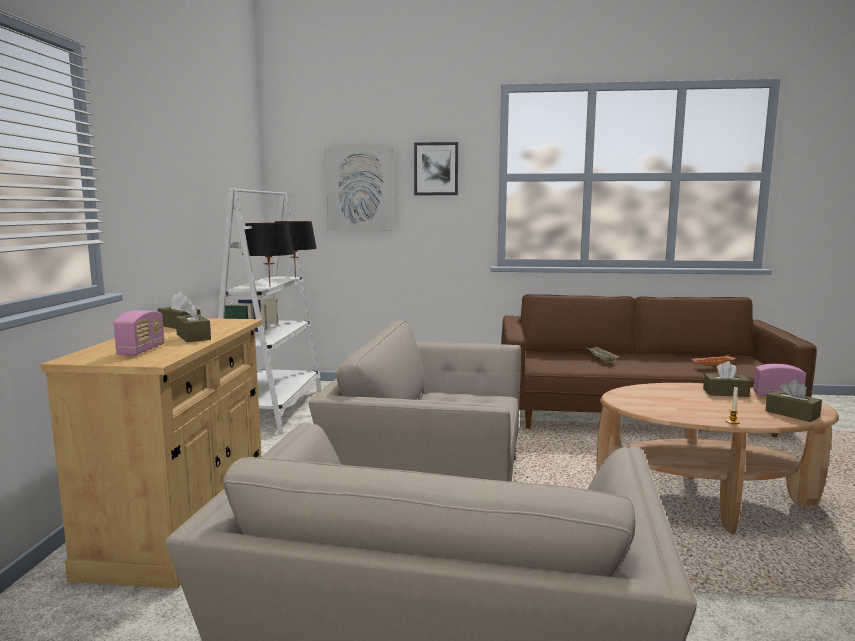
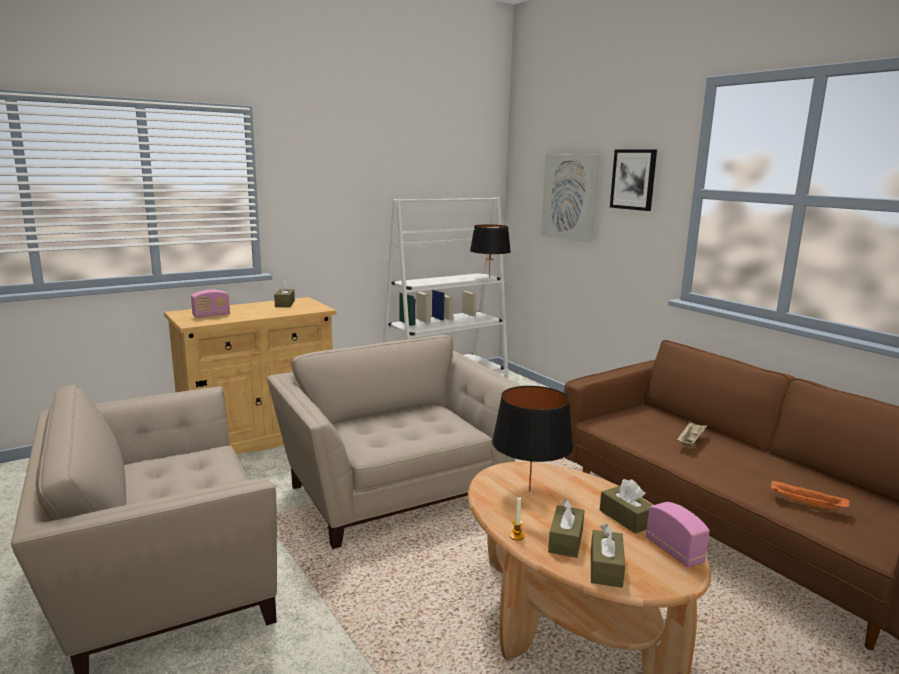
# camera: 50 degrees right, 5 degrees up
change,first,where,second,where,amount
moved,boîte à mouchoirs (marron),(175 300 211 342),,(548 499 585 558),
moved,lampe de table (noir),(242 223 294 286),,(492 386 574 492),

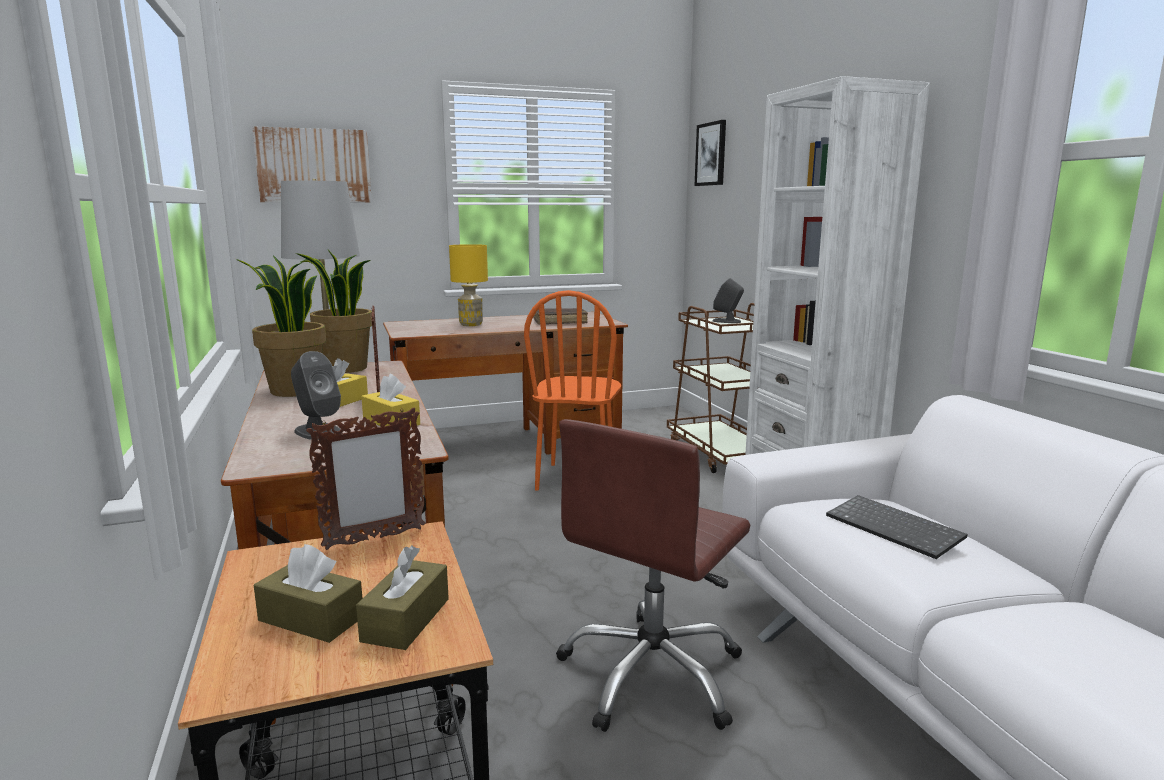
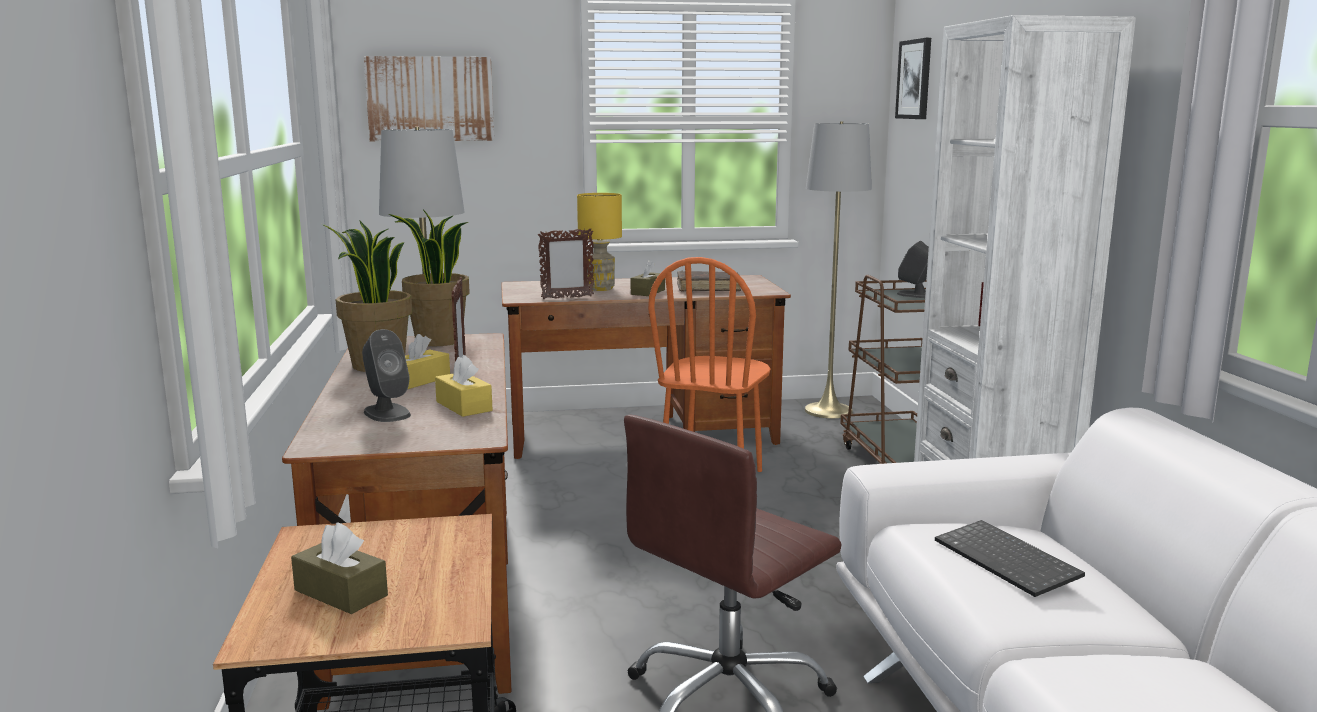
# camera: 10 degrees right, 0 degrees up
change,first,where,second,where,amount
added,,,lampadaire (gris),(805 121 872 418),
moved,cadre photo,(306 408 425 550),,(538 228 594 299),
moved,boîte à mouchoirs (marron),(356 545 449 650),,(631 260 665 296),

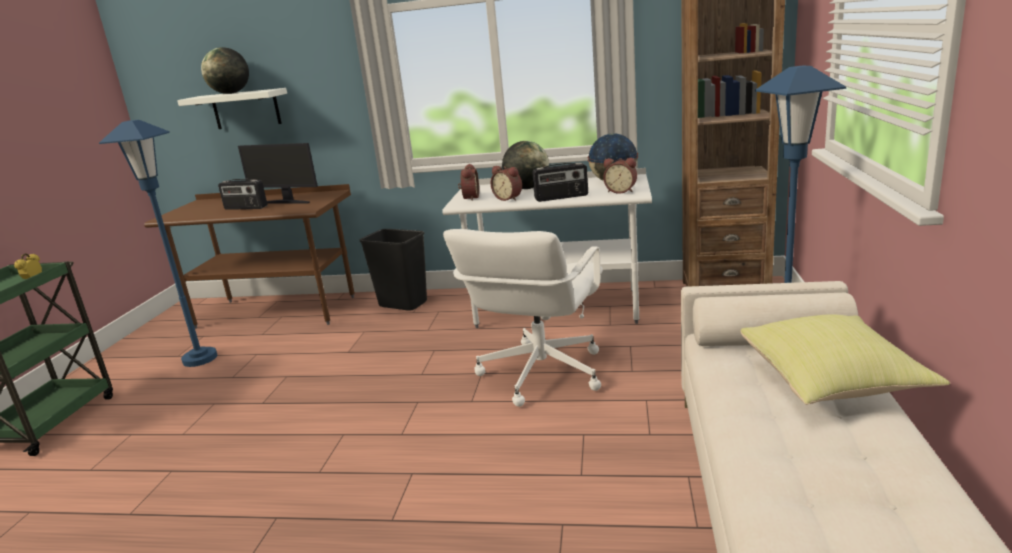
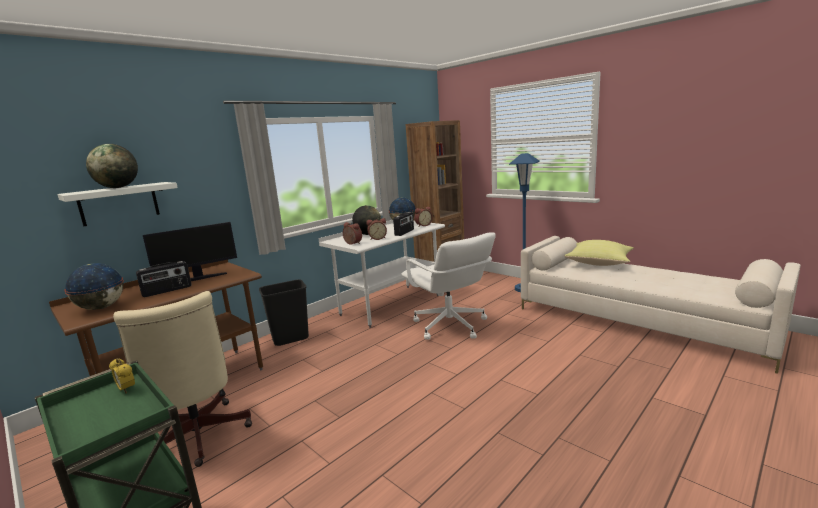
# camera: 55 degrees left, 5 degrees down
change,first,where,second,where,amount
added,,,globe,(64 263 124 310),
replaced,lampadaire (bleu),(99 120 217 367),chaise de bureau (beige),(113 291 252 467),

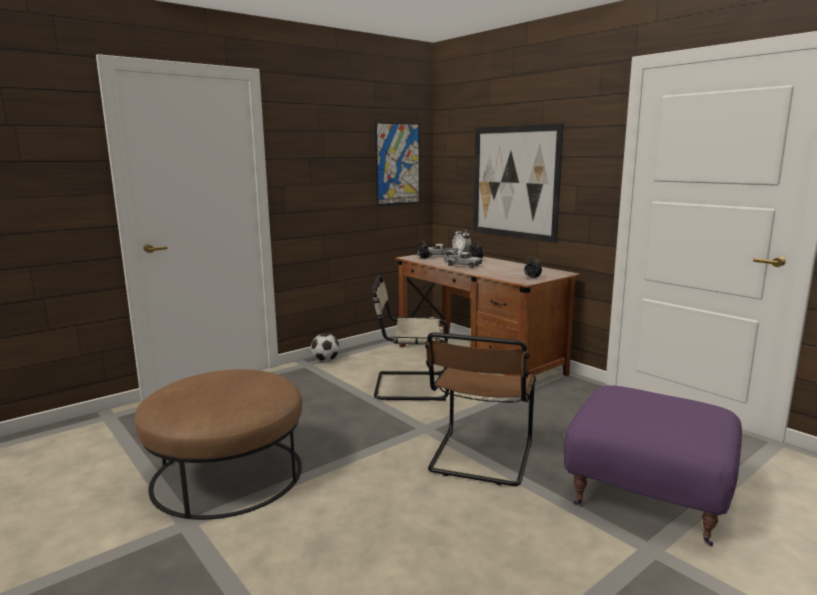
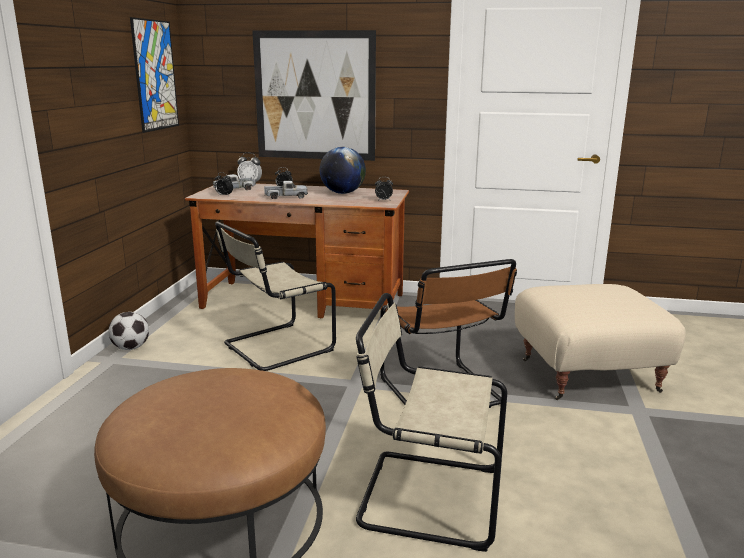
# camera: 40 degrees left, 5 degrees up
change,first,where,second,where,amount
added,,,globe,(320 147 366 194),
added,,,chaise (beige),(356 293 507 552),
recoloured,pouf (violet),(564 385 742 546),pouf (beige),(515 284 686 400),

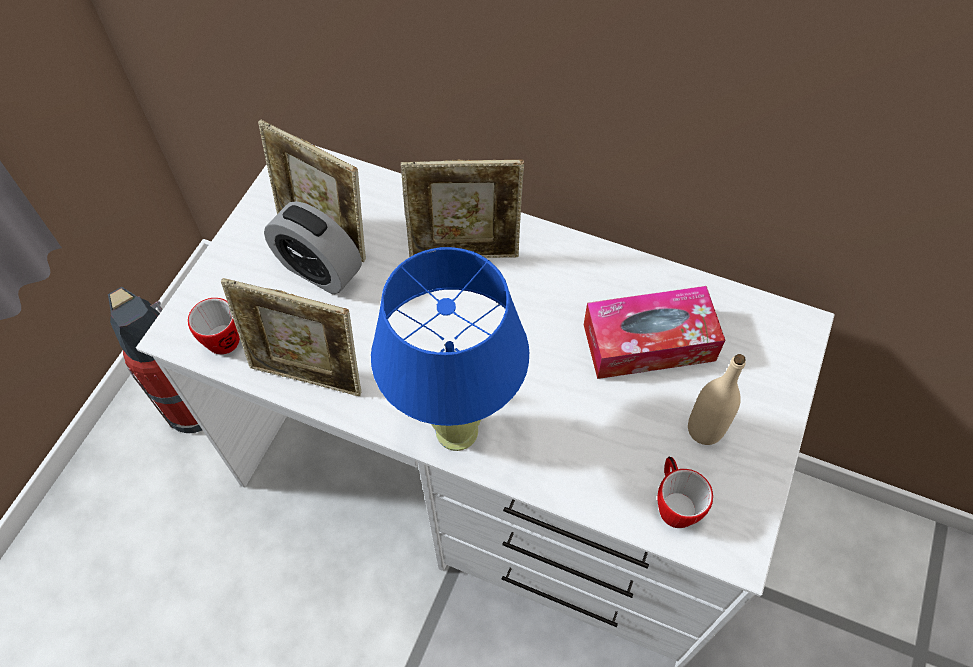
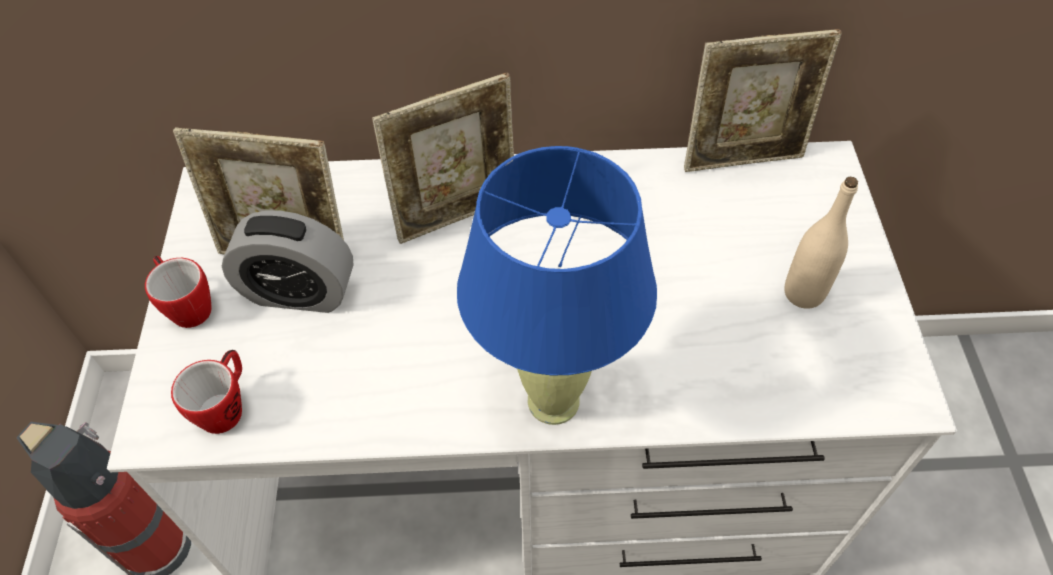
# camera: 25 degrees left, 5 degrees down
change,first,where,second,where,amount
removed,boîte à mouchoirs,(584 286 725 379),,,
moved,cadre photo,(221 278 361 396),,(684 29 842 172),
moved,mug,(657 457 713 528),,(145 256 212 328),

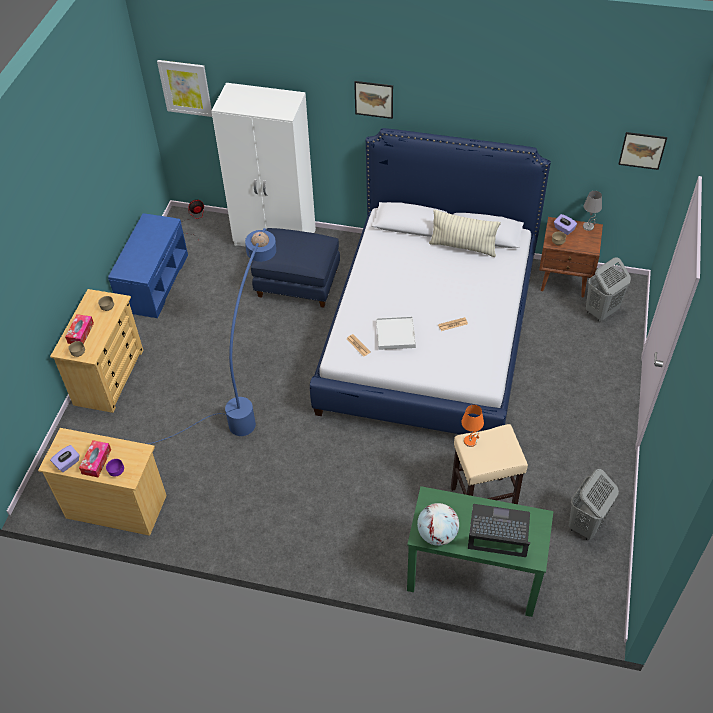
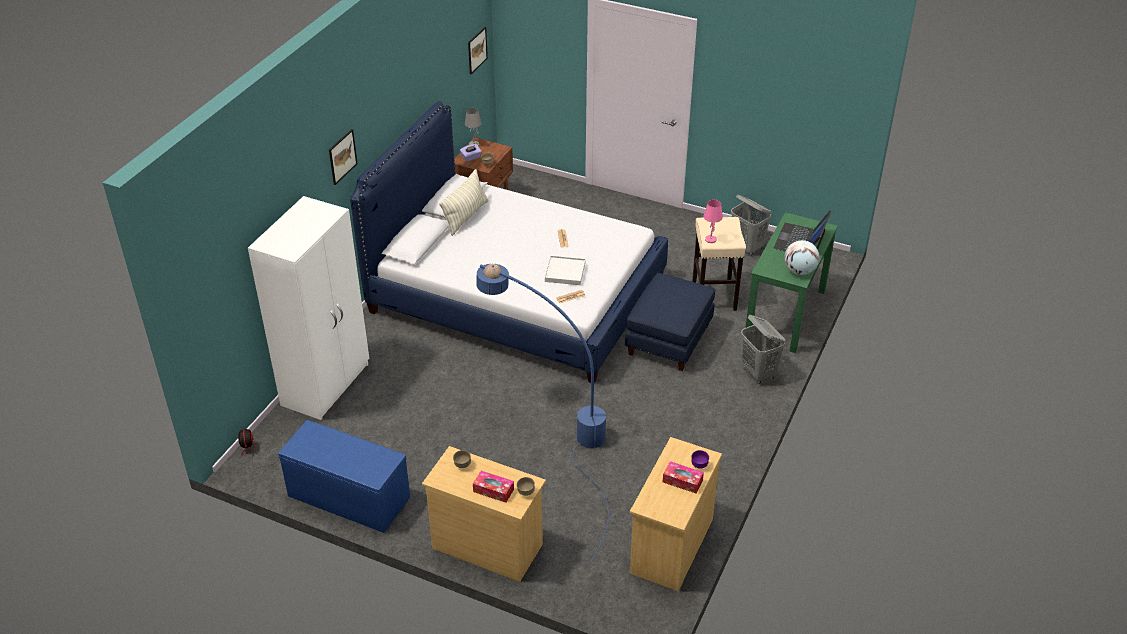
# camera: 80 degrees left, 10 degrees down
change,first,where,second,where,amount
removed,boîte à mouchoirs (violet),(50 445 80 472),,,
removed,tableau,(157 60 212 117),,,
moved,pouf (bleu),(251 228 340 308),,(625 273 715 371),
moved,panier à linge (gris),(586 257 631 322),,(741 315 785 384),
recoloured,lampe de table (orange),(461 405 484 447),lampe de table (rose),(703 199 723 243),

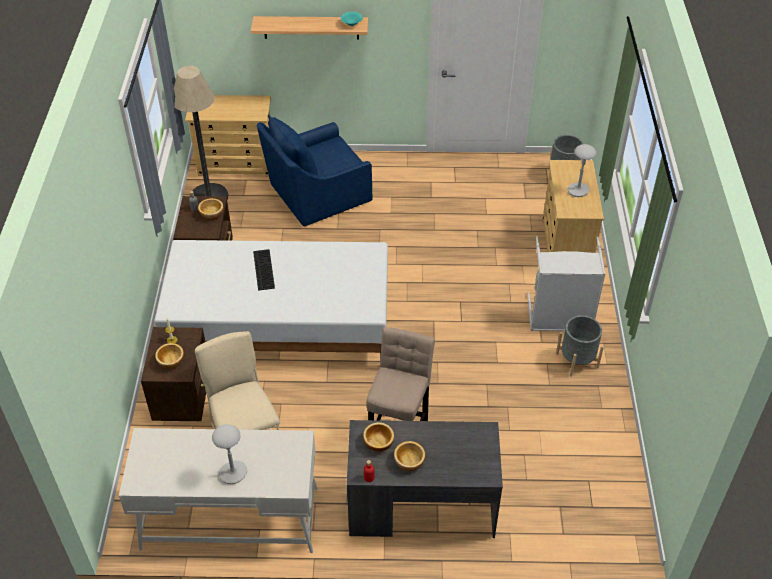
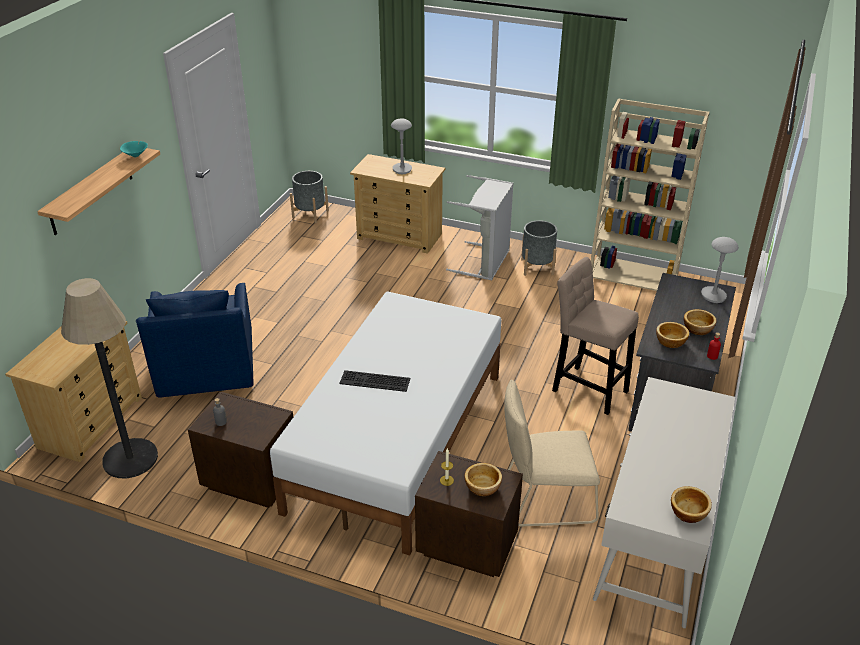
# camera: 70 degrees left, 10 degrees down
change,first,where,second,where,amount
added,,,bibliothèque (beige),(591 98 709 291),
moved,bol,(198 198 223 220),,(671 486 712 523),
moved,lampe de table (gris),(212 424 247 484),,(701 237 739 303),

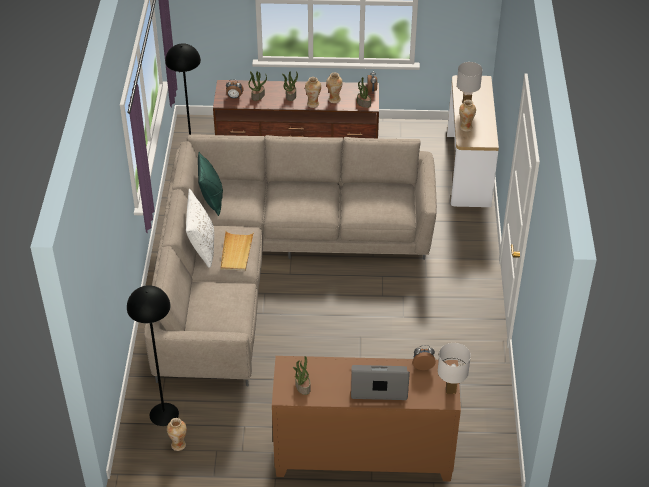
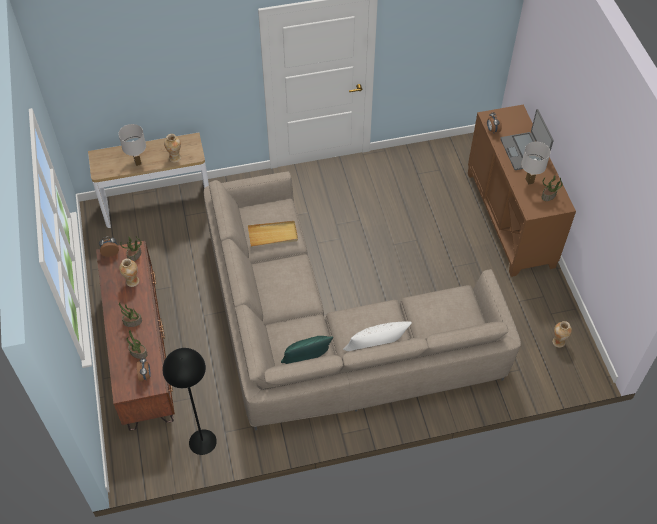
# camera: 105 degrees left, 10 degrees up
change,first,where,second,where,amount
removed,lampadaire (noir),(127 285 179 426),,,
removed,vase,(305 77 321 108),,,
moved,plateau (beige),(221 231 254 271),,(248 221 298 247),
moved,lampe de table (blanc),(438 343 471 394),,(521 142 551 184),

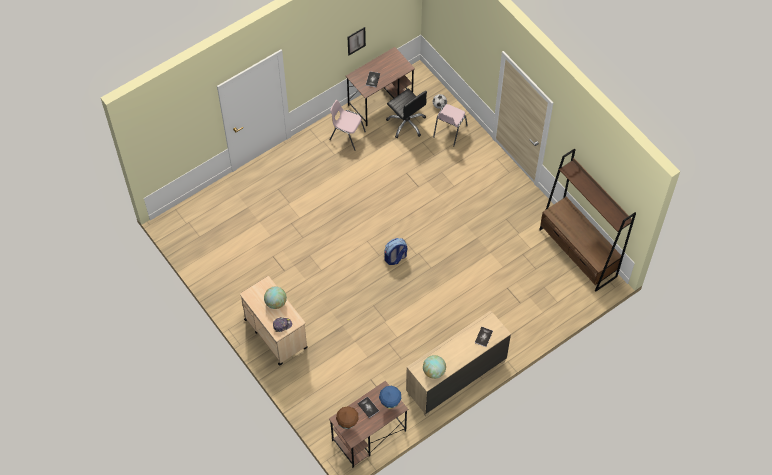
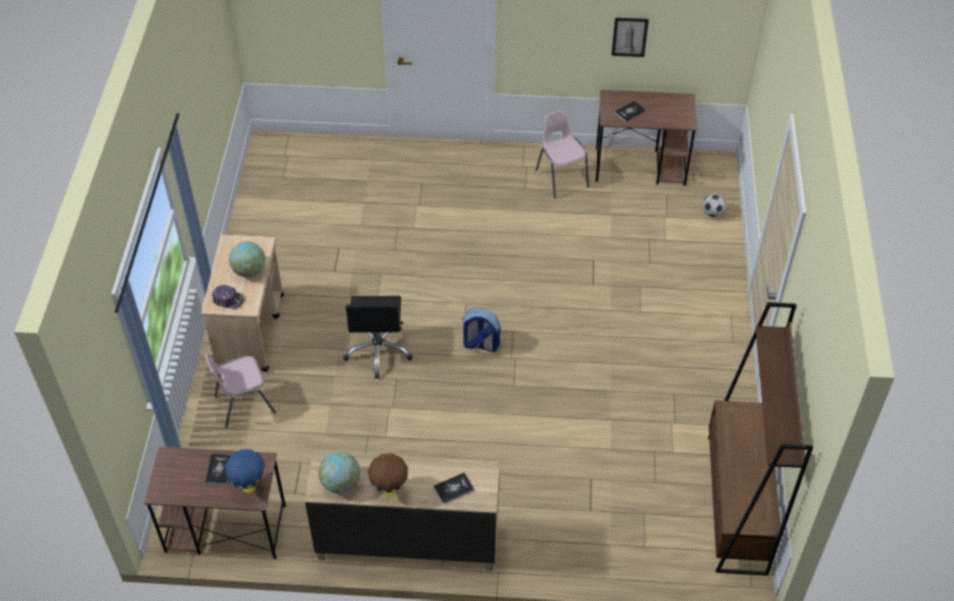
# camera: 40 degrees right, 10 degrees down
change,first,where,second,where,amount
moved,lampe de table (marron),(336 406 359 429),,(368 453 408 497),
moved,chaise de bureau (noir),(386 88 427 138),,(343 296 413 379),
moved,chaise (rose),(433 104 468 146),,(205 353 276 428),

